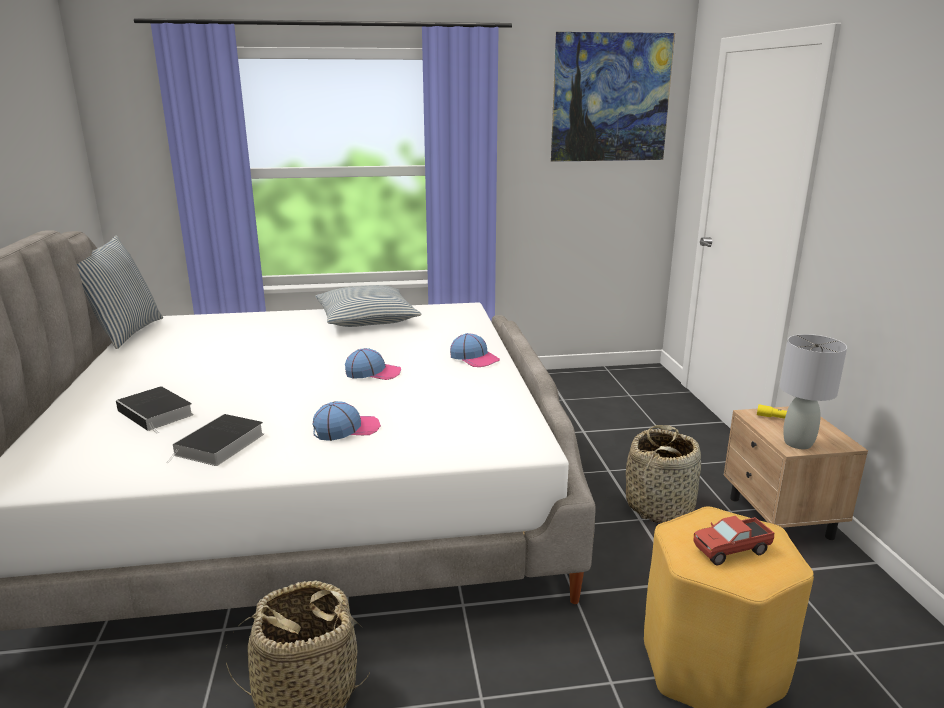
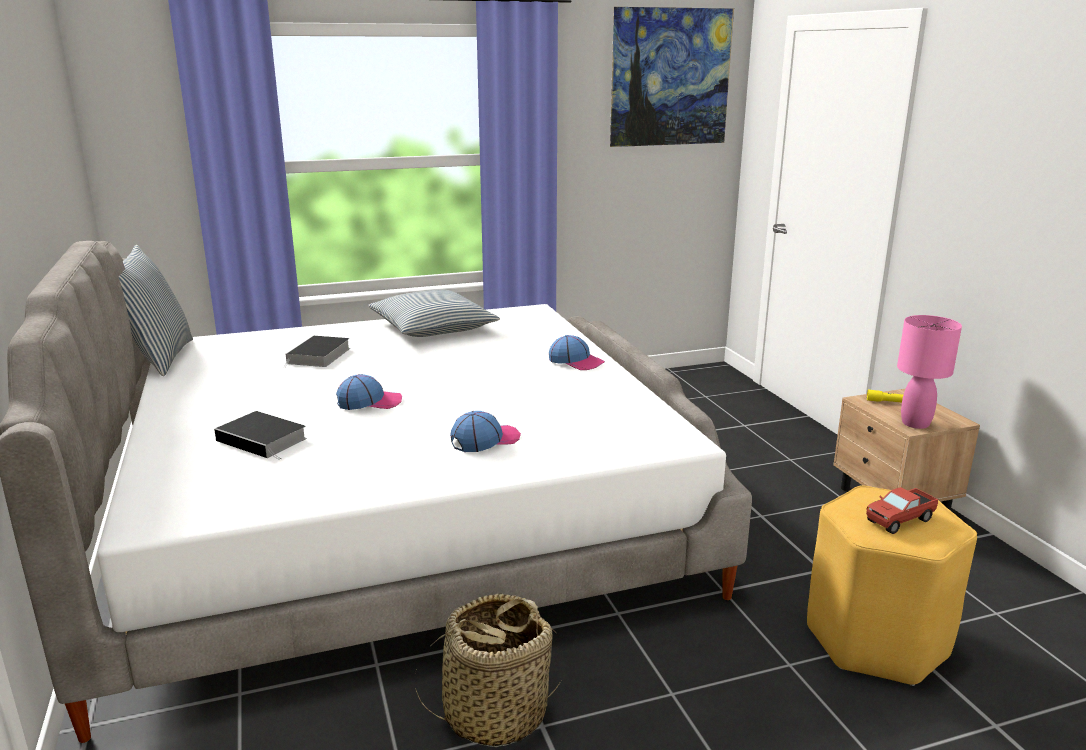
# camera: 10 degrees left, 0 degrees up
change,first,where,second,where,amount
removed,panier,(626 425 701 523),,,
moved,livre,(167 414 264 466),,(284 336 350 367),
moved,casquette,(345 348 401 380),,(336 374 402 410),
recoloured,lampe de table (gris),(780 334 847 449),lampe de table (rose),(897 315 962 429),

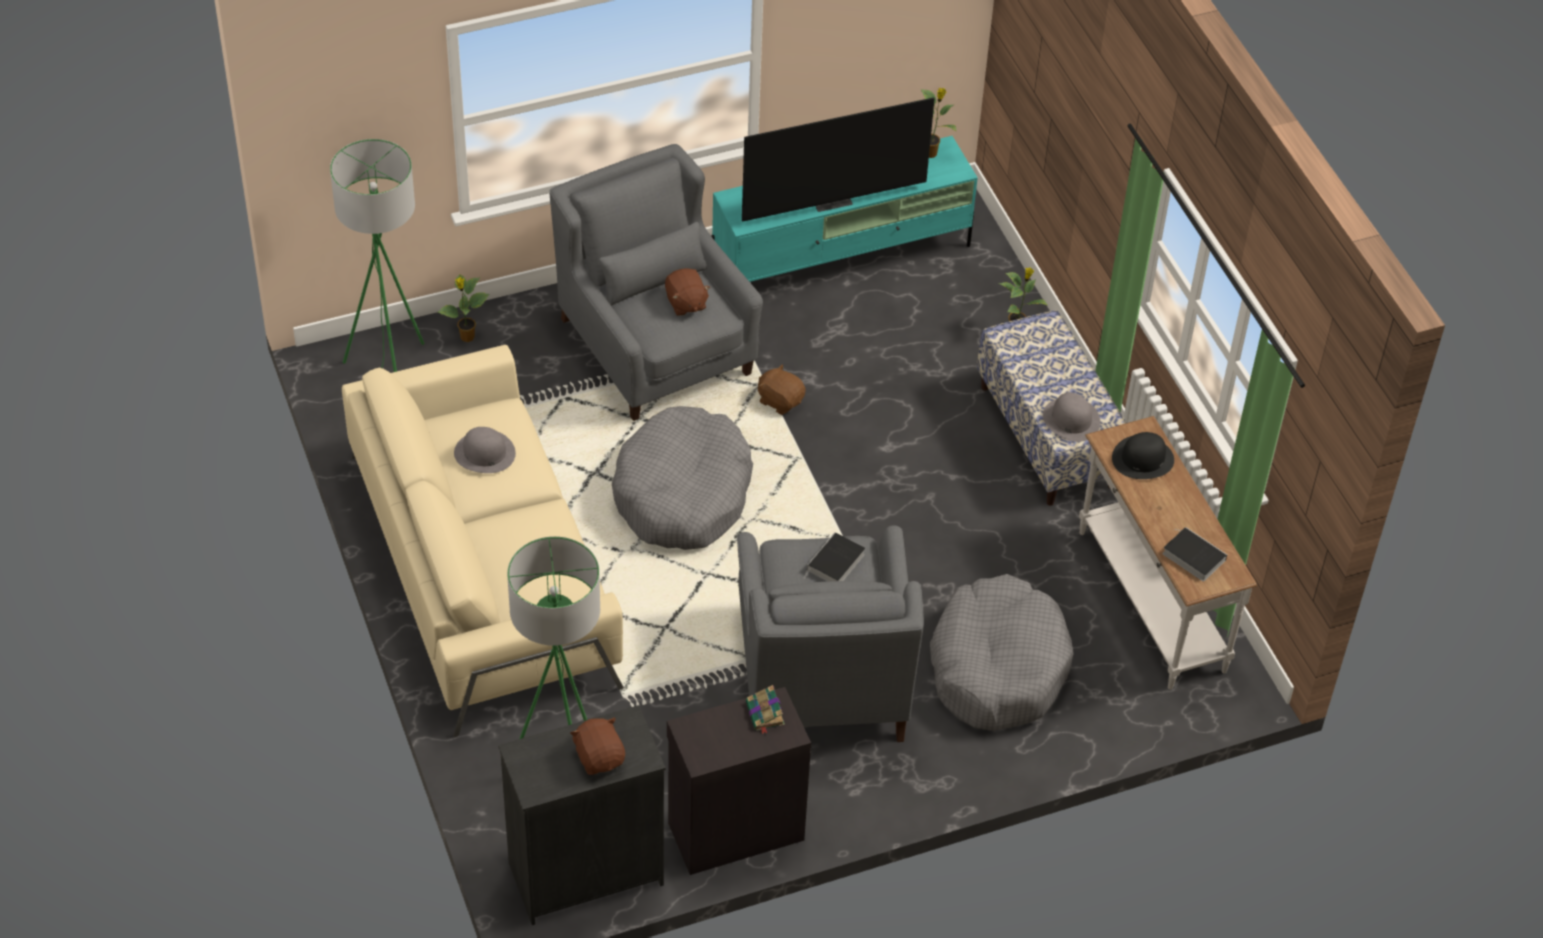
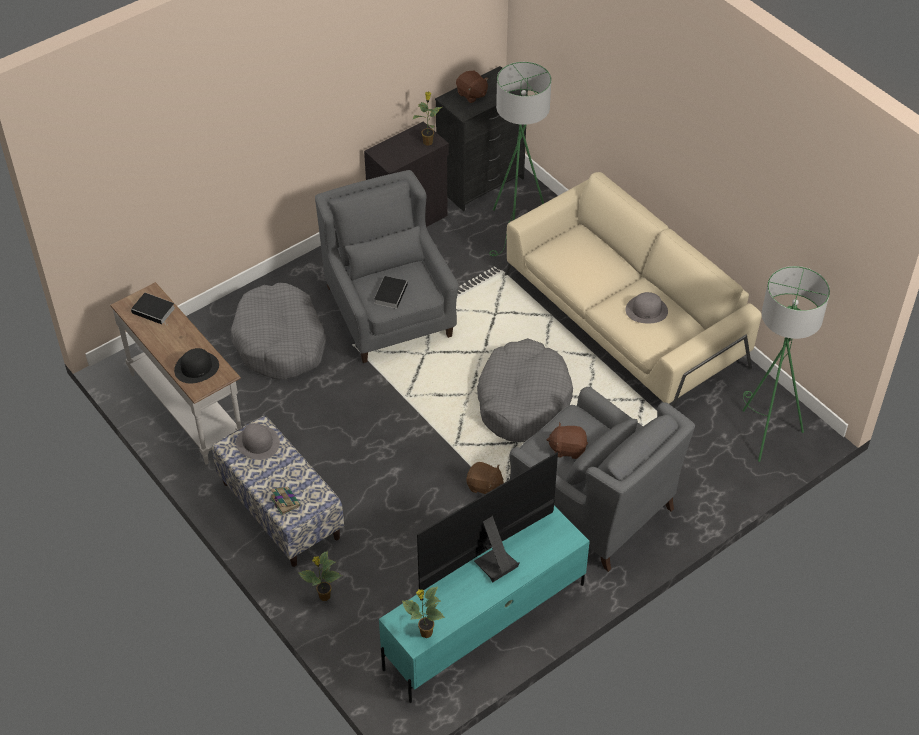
# camera: 165 degrees right, 0 degrees up
change,first,where,second,where,amount
moved,plante en pot,(437 274 489 342),,(412 91 442 146),
moved,livre,(746 685 785 734),,(270 487 300 515),
turned,peluche (marron),(665 268 710 316),,(547 422 588 459),45 degrees counterclockwise

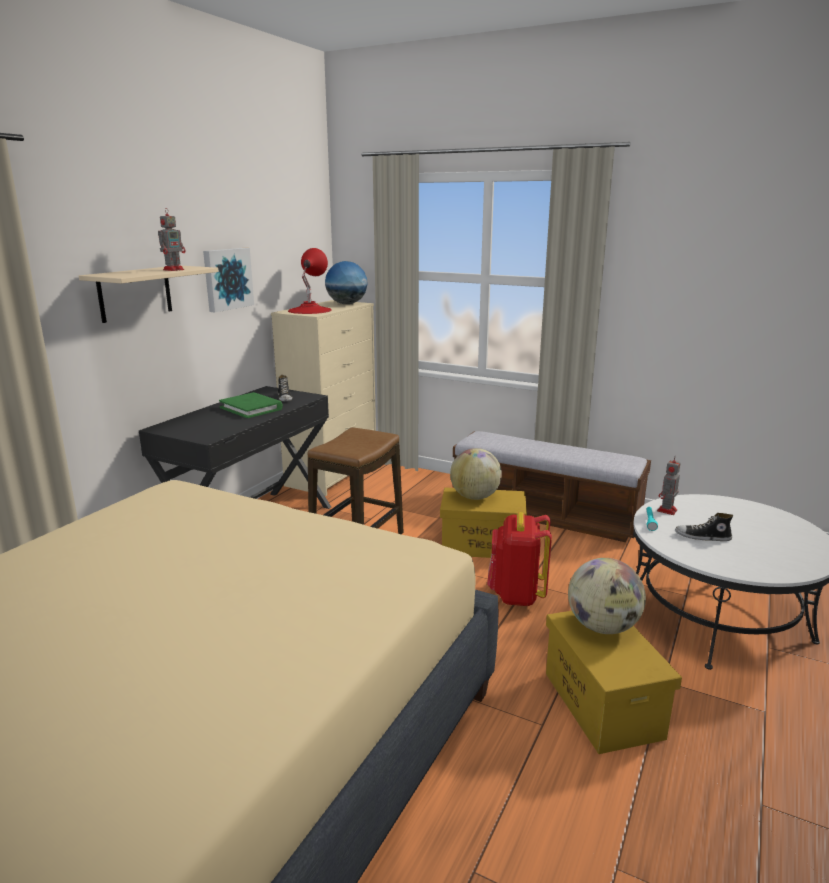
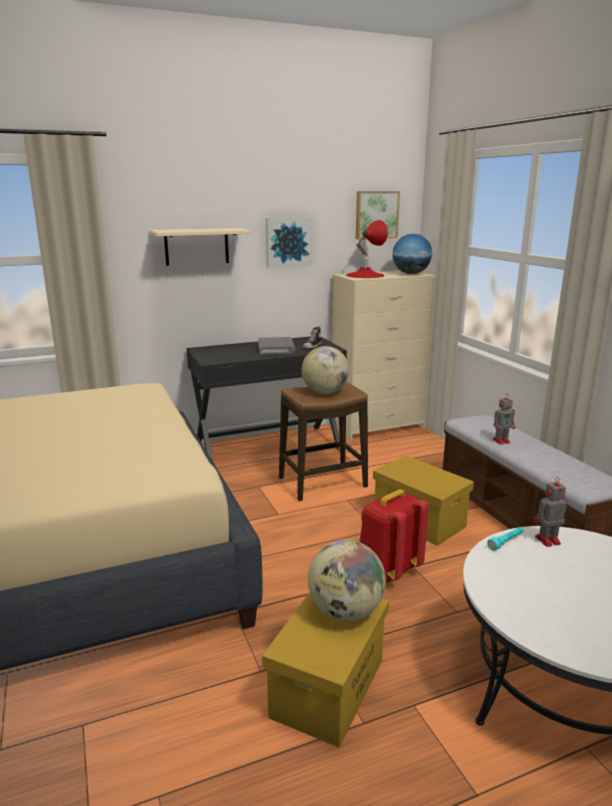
# camera: 40 degrees right, 0 degrees up
change,first,where,second,where,amount
removed,chaussure,(675 513 733 541),,,
added,,,tableau,(356 191 400 239),
moved,robot jouet,(158 208 186 271),,(493 393 515 445),
moved,globe,(450 448 502 500),,(302 346 349 394),
recoloured,livre (vert),(219 392 283 418),livre (gris),(258 337 296 355),

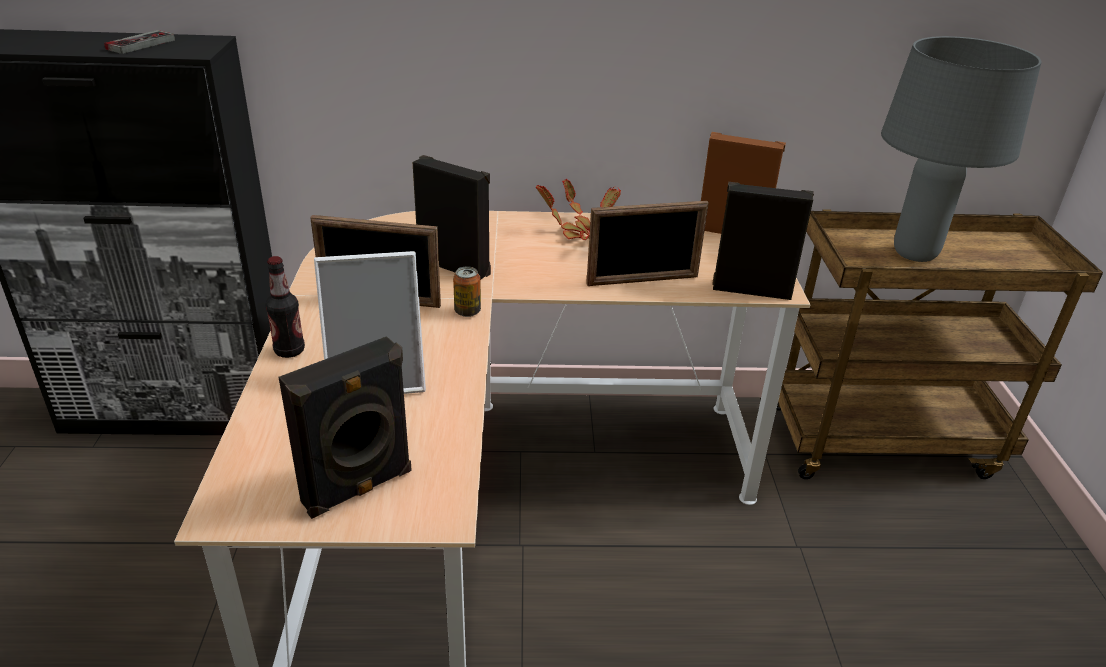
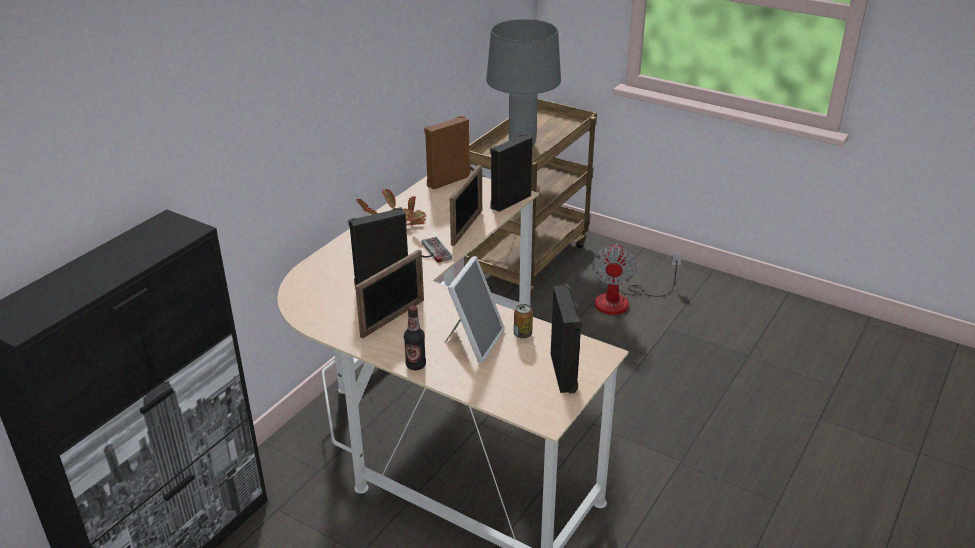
# camera: 55 degrees left, 0 degrees up
change,first,where,second,where,amount
added,,,ventilateur,(592 244 682 315),
moved,manette,(104 30 175 54),,(422 237 452 263),
moved,boîte métallique,(453 266 481 317),,(514 304 533 339),

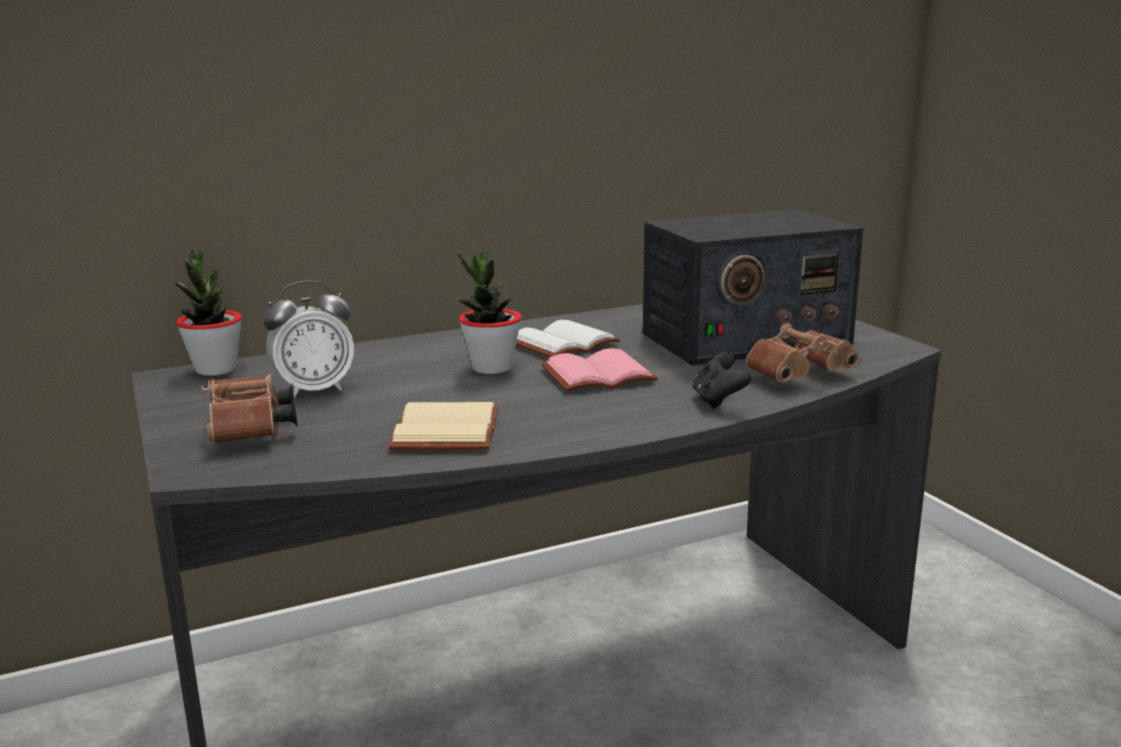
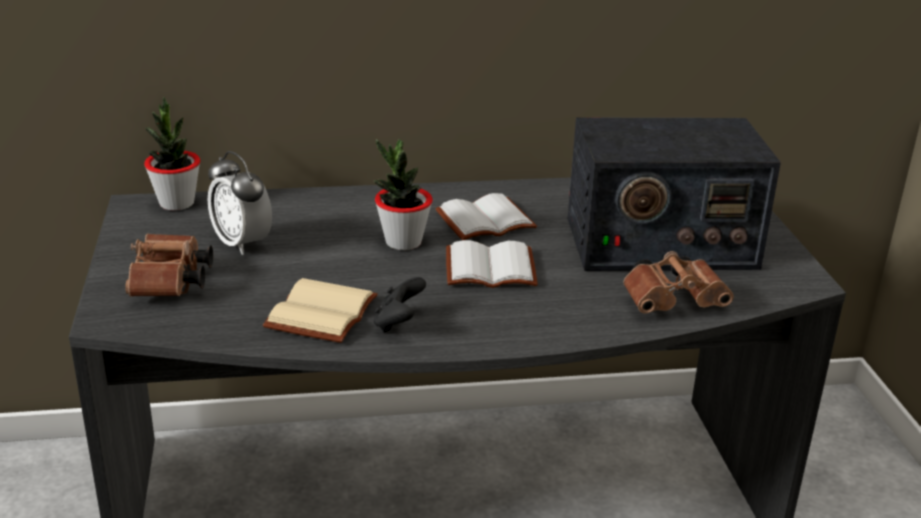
# camera: 15 degrees right, 10 degrees up
change,first,where,second,where,amount
moved,manette (noir),(692 352 751 409),,(374 277 426 333),
recoloured,livre (rose),(541 348 658 391),livre (blanc),(446 240 538 288),
turned,réveil,(263 281 354 398),,(208 151 272 255),60 degrees clockwise

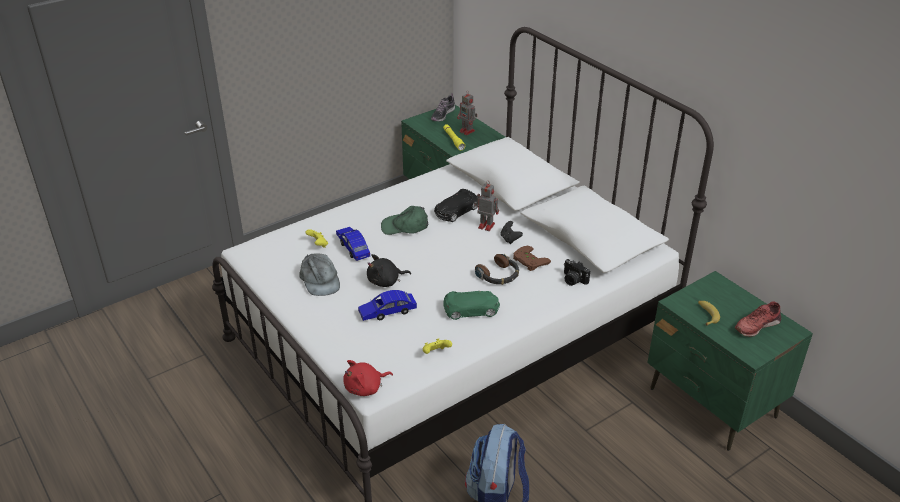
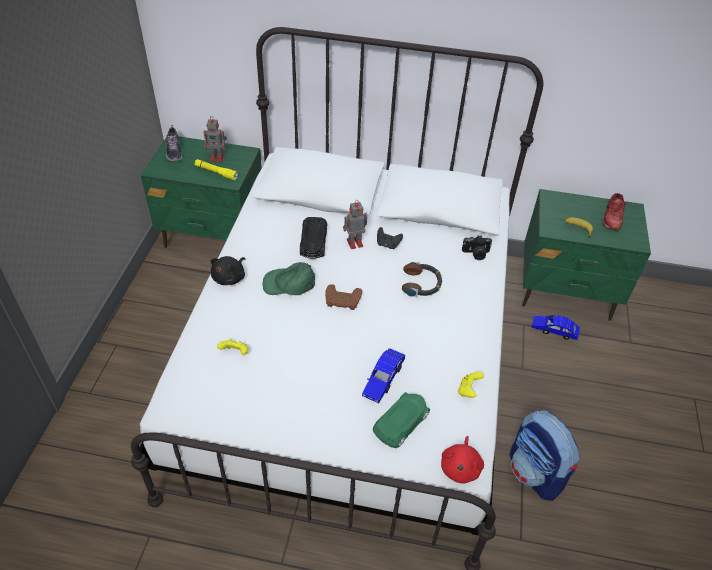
# camera: 45 degrees left, 10 degrees up
change,first,where,second,where,amount
removed,casquette (gris),(299 254 340 296),,,
moved,petite voiture (bleu),(336 227 370 261),,(532 315 580 340),
moved,peluche (noir),(367 254 411 287),,(211 256 245 285),
moved,petite voiture (vert),(443 291 500 320),,(373 392 430 448),
moved,manette (marron),(513 246 551 271),,(325 284 362 310),
turned,casquette (vert),(381 206 428 235),,(263 262 315 295),45 degrees clockwise

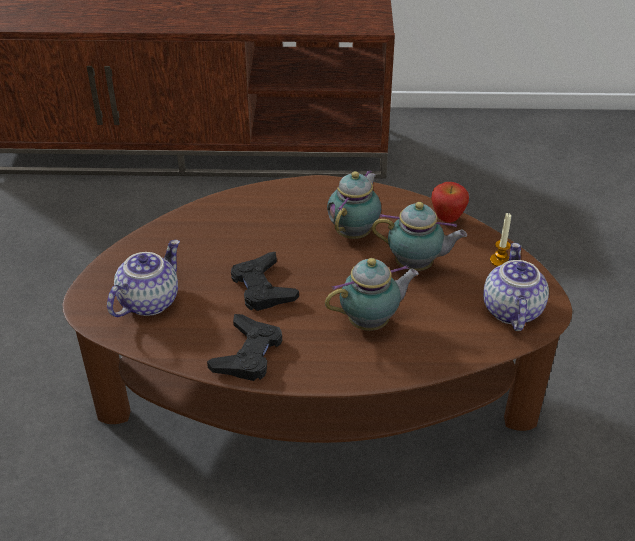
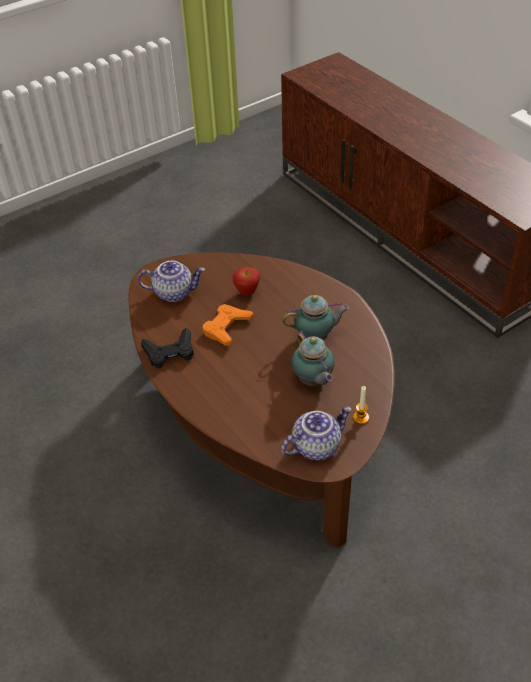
# camera: 55 degrees right, 5 degrees up
change,first,where,second,where,amount
removed,théière,(325 258 419 331),,,
moved,pomme,(431 182 469 223),,(233 267 260 296),
recoloured,manette (noir),(231 252 299 311),manette (orange),(203 304 254 346),

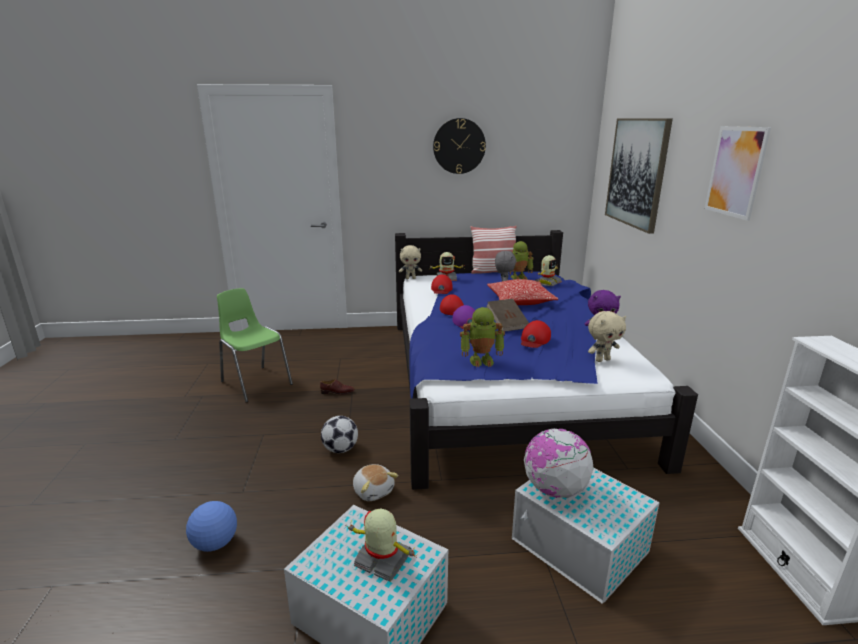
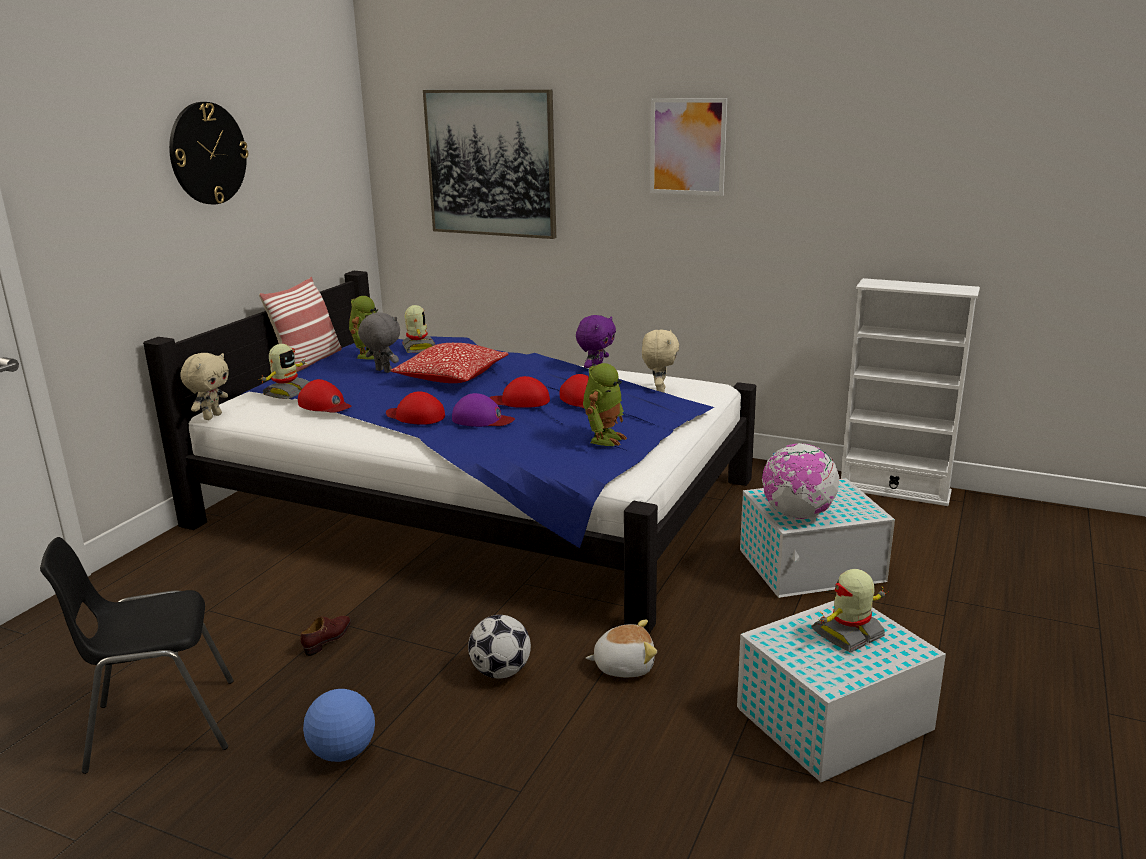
# camera: 60 degrees left, 0 degrees up
change,first,where,second,where,amount
moved,ballon de foot,(186 501 237 552),,(303 689 375 762),
replaced,livre (marron),(487 299 529 332),casquette (rouge),(489 376 550 408),
recoloured,chaise (vert),(217 288 293 402),chaise (noir),(40 537 234 774),

